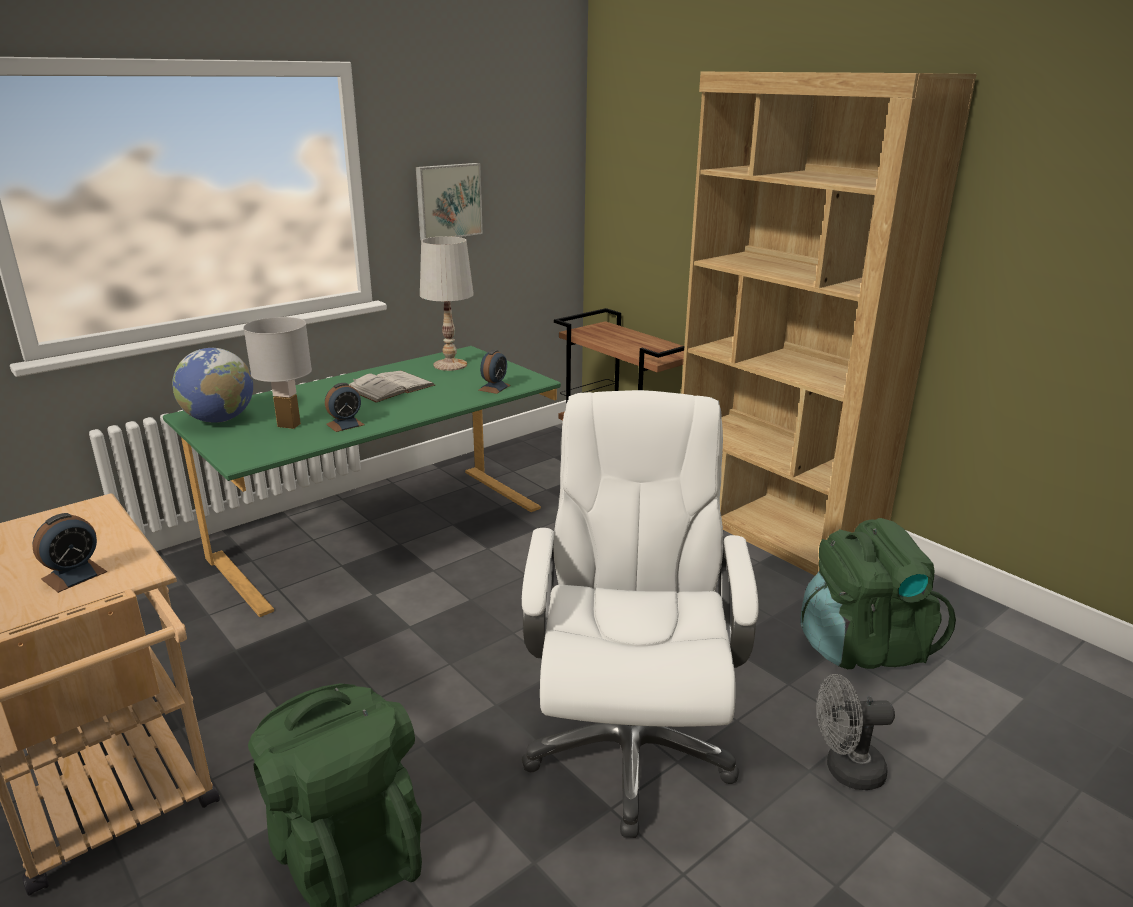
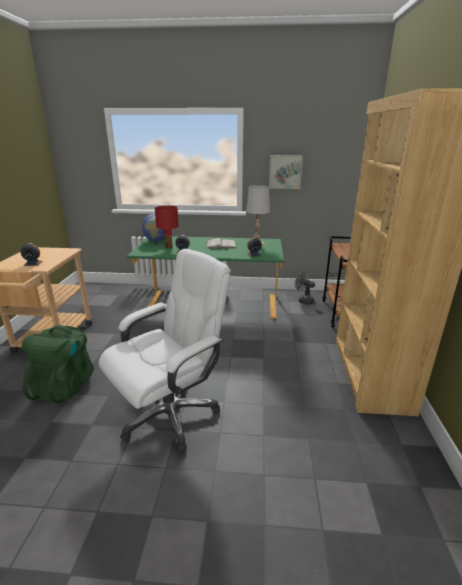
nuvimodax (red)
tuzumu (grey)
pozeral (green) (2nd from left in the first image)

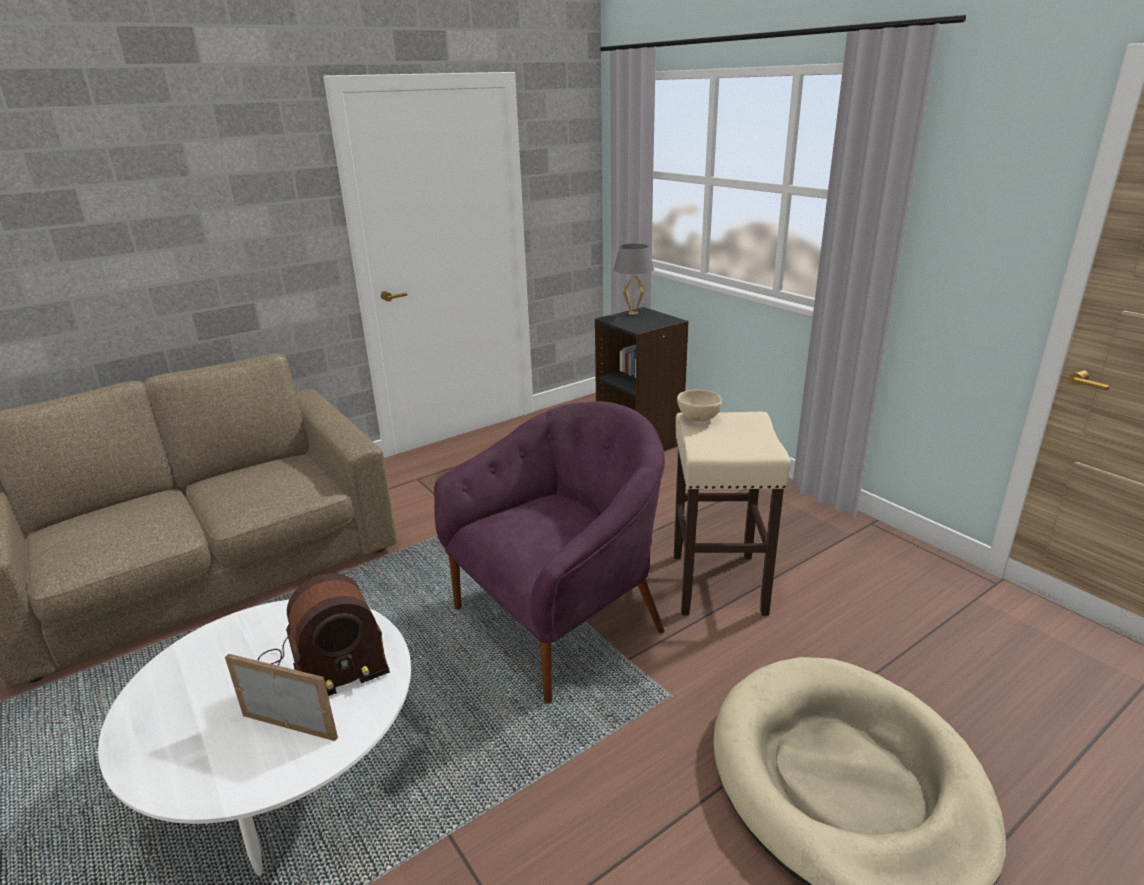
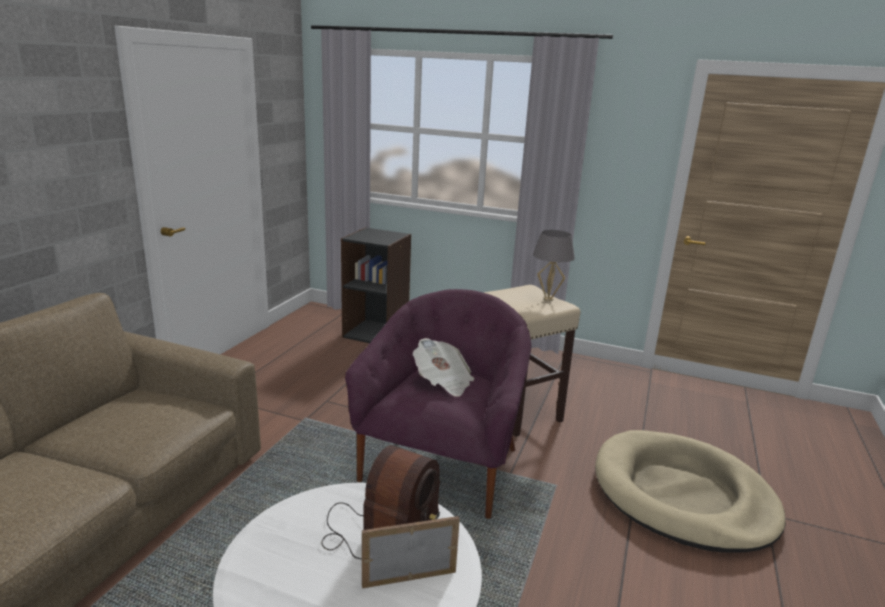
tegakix
nuvimodax (grey)
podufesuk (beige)

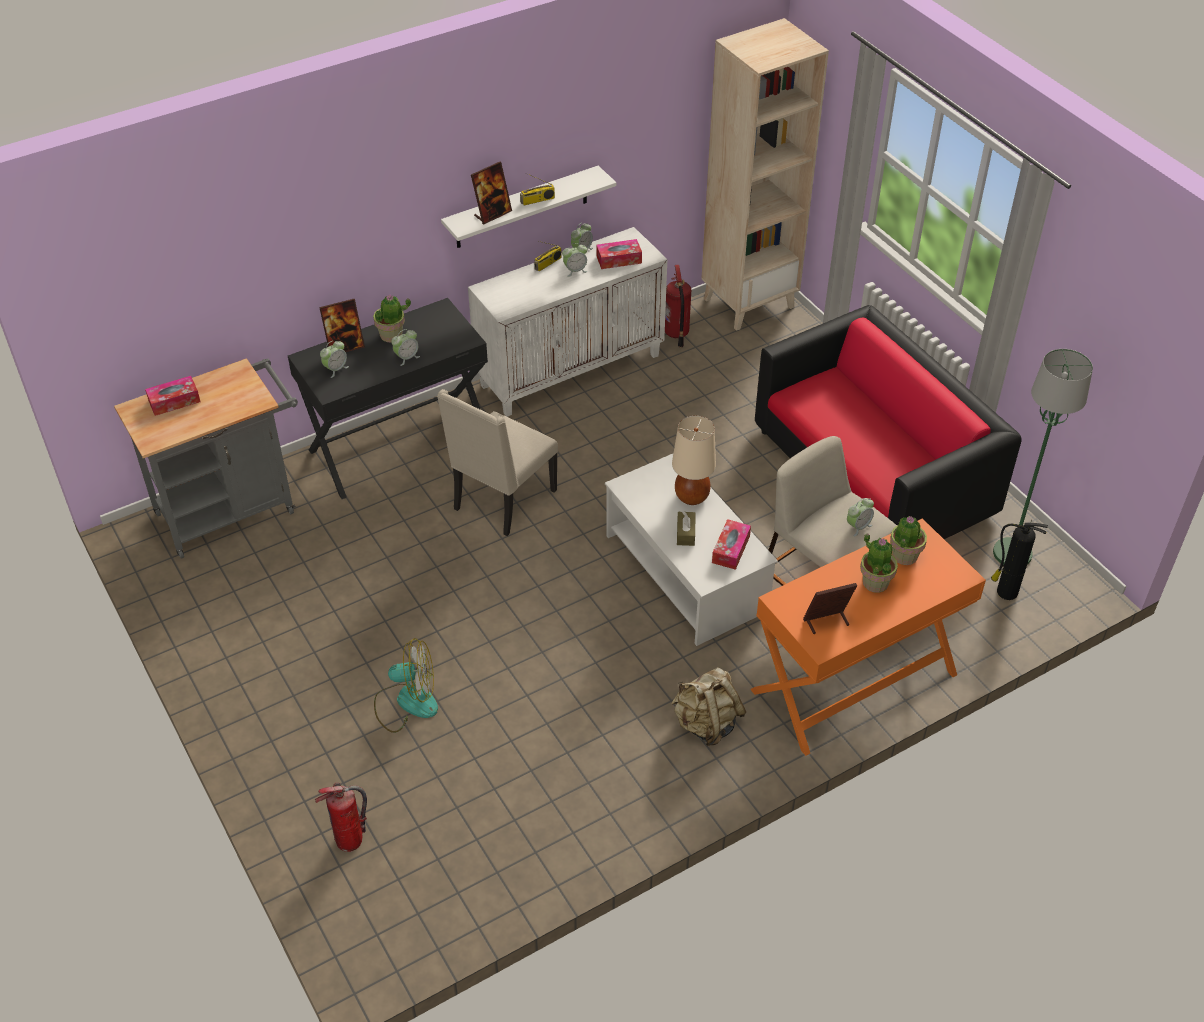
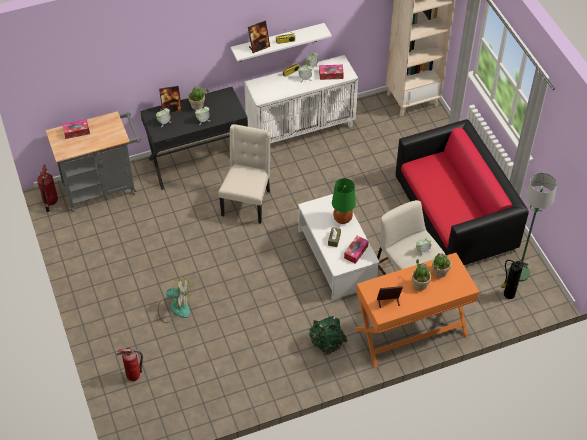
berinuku (1st from left)
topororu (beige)
pozeral (green)
nuvimodax (green)

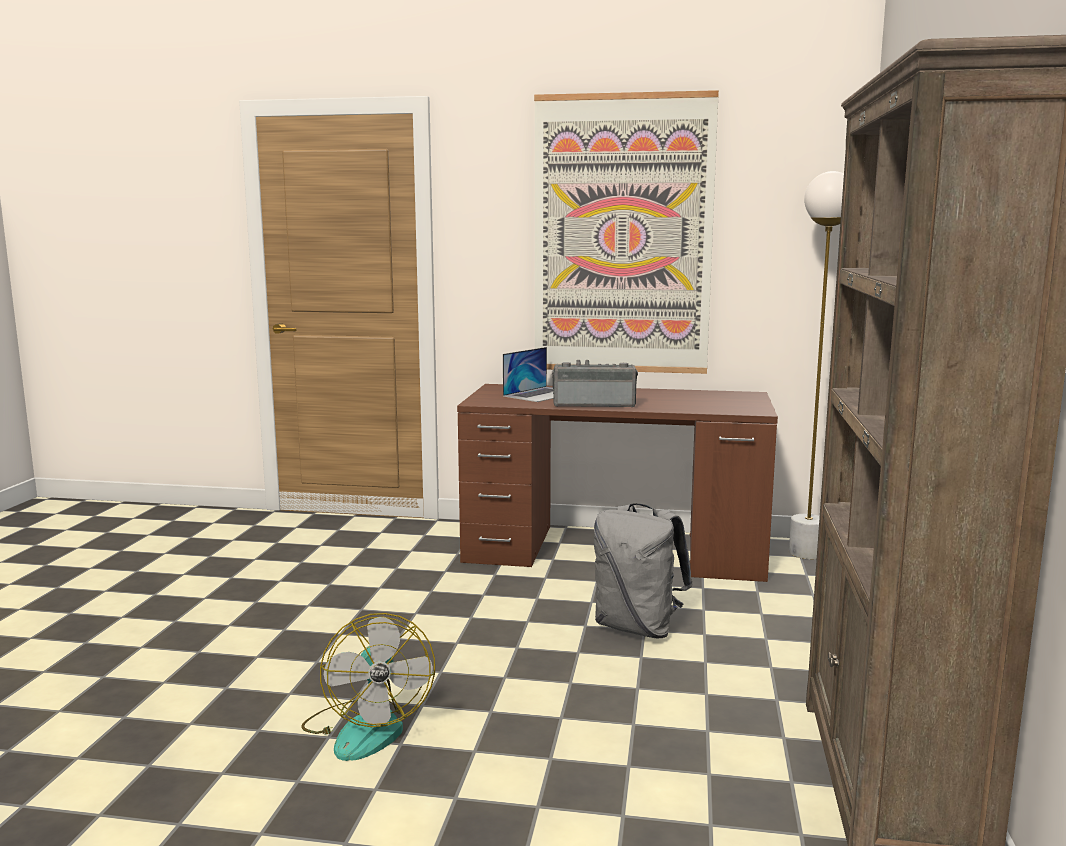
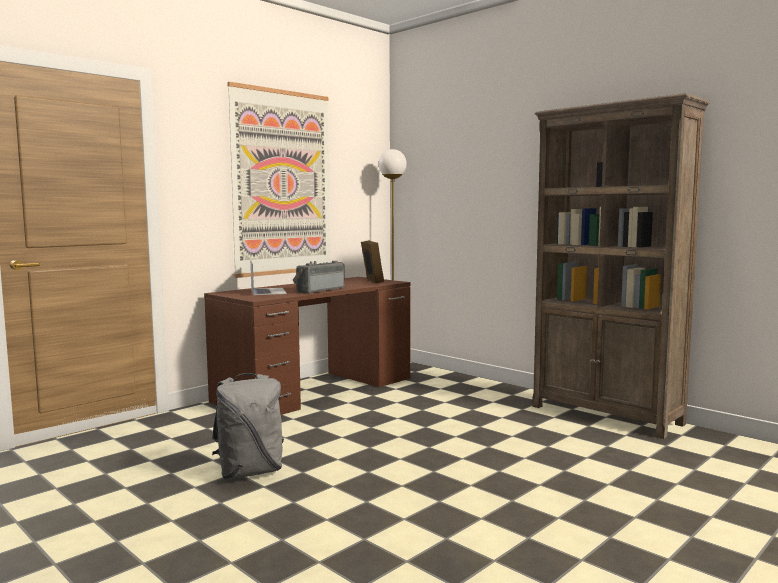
pozeral (grey)
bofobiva
tuzumu

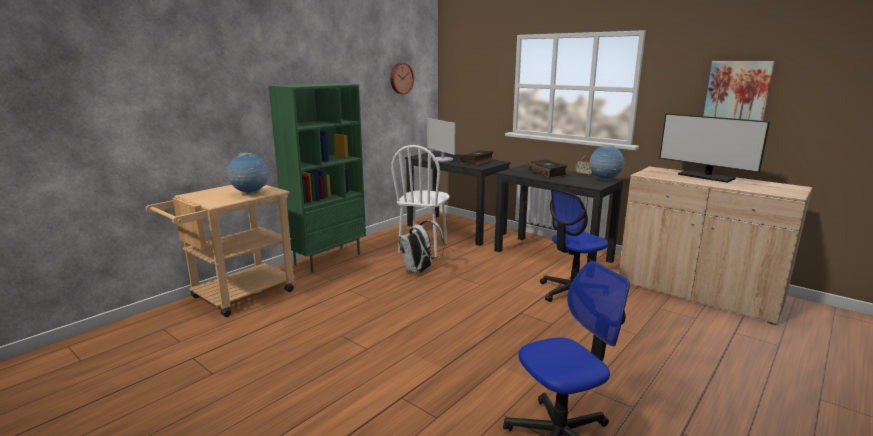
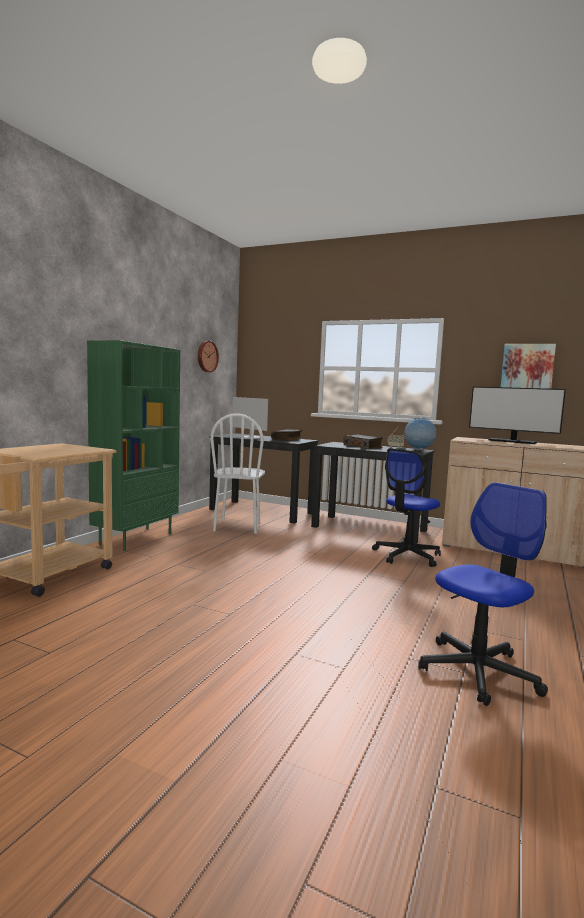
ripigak (1st from left in the first image)
pozeral (white)

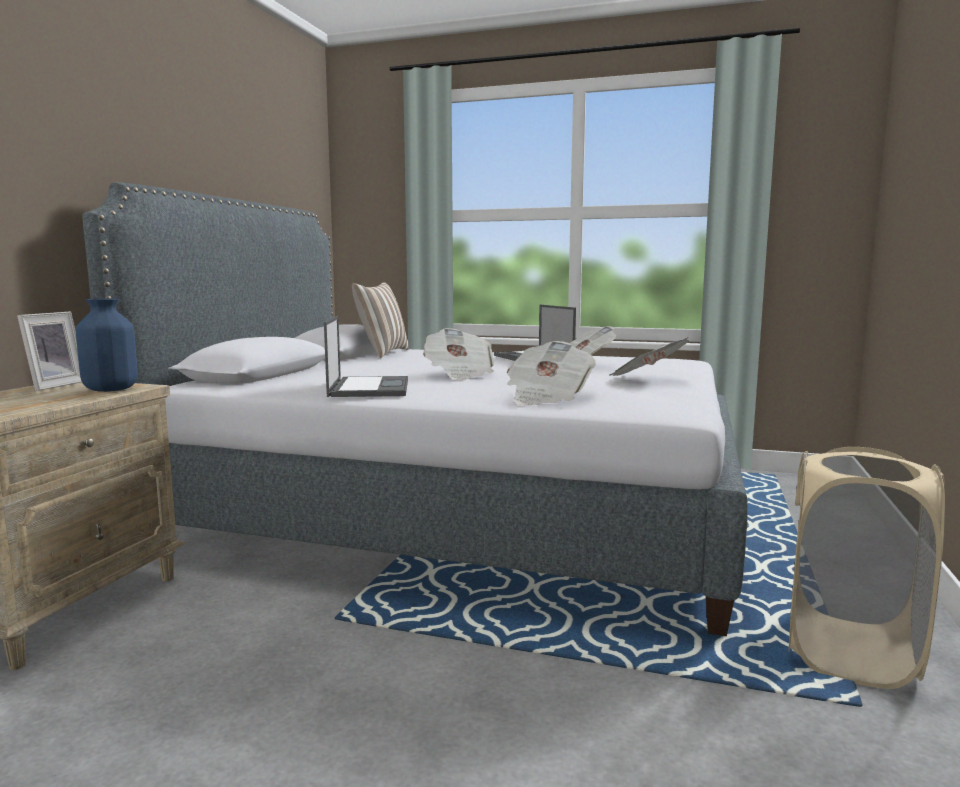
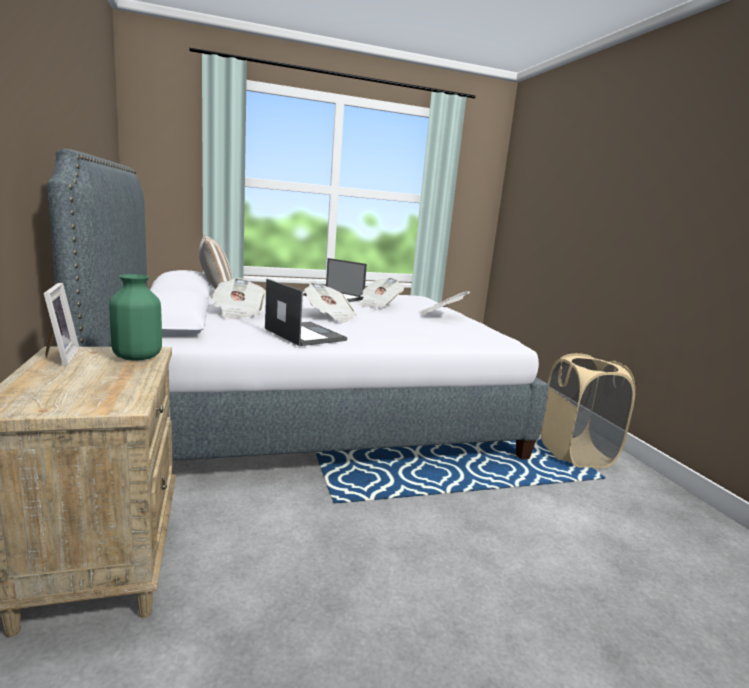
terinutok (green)
tegakix (1st from left)

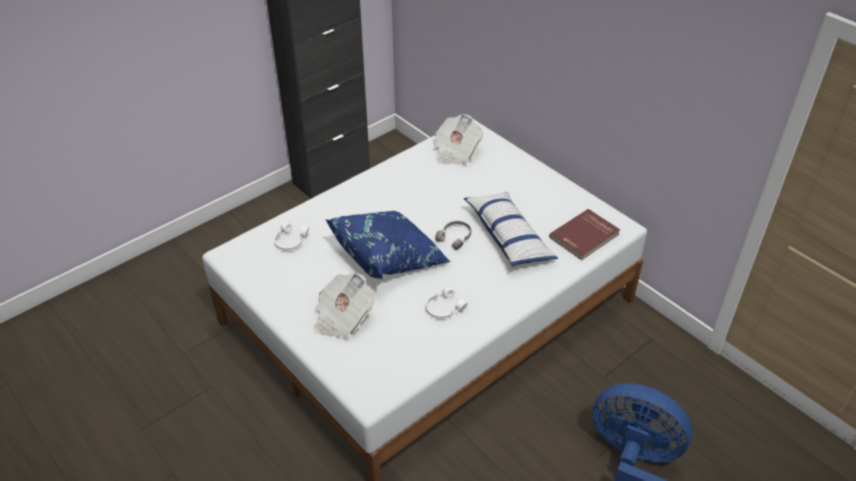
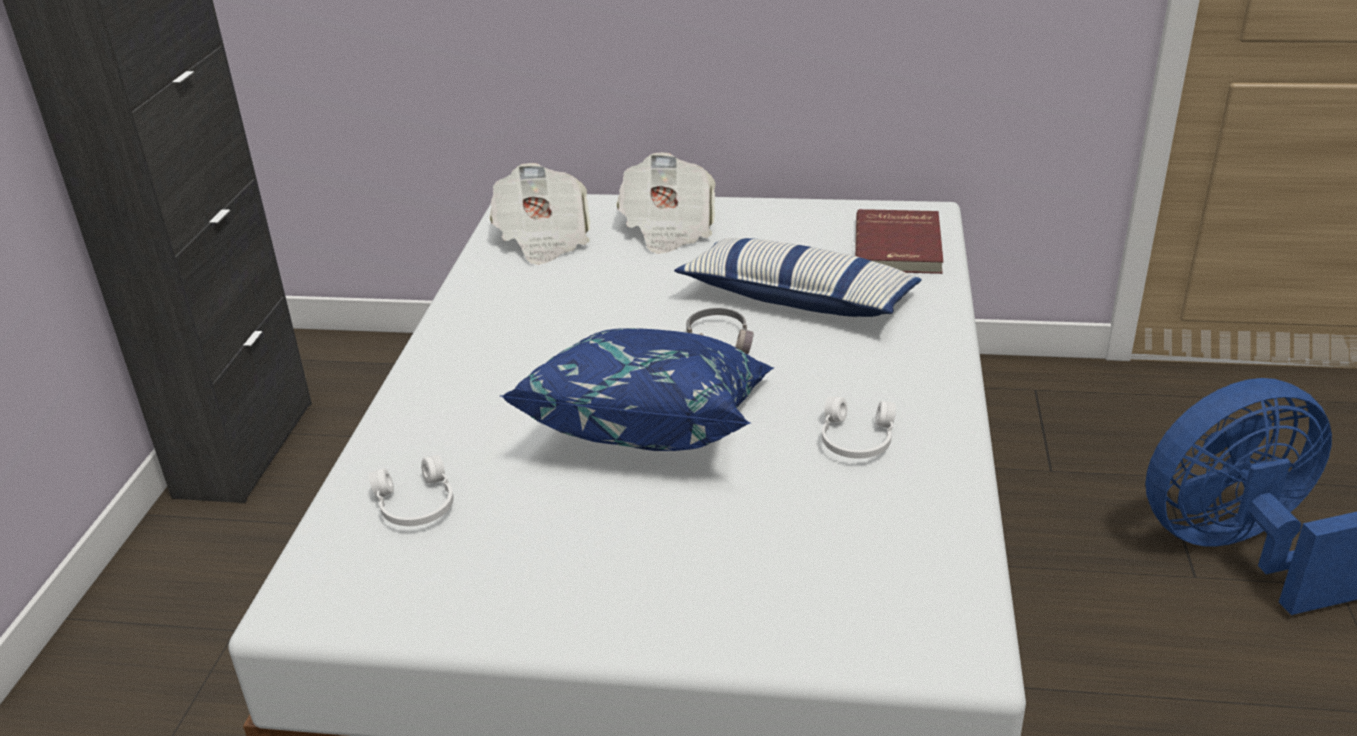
tegakix (2nd from left)

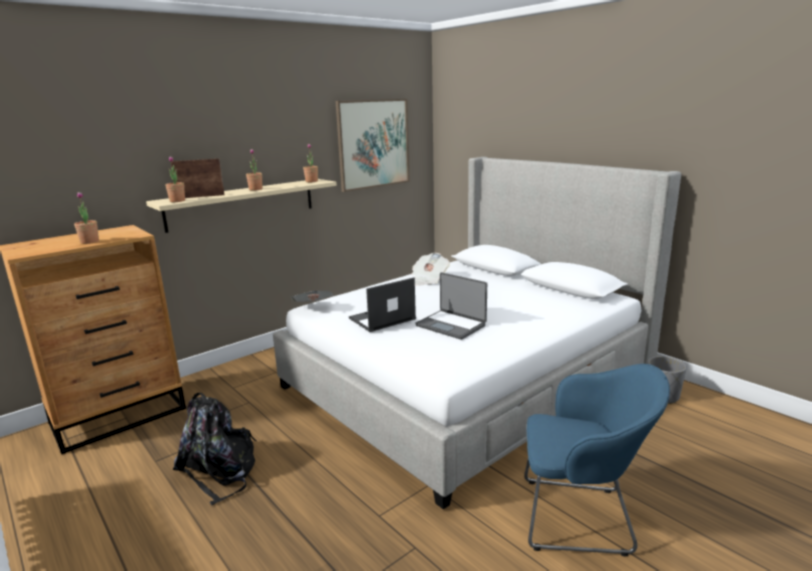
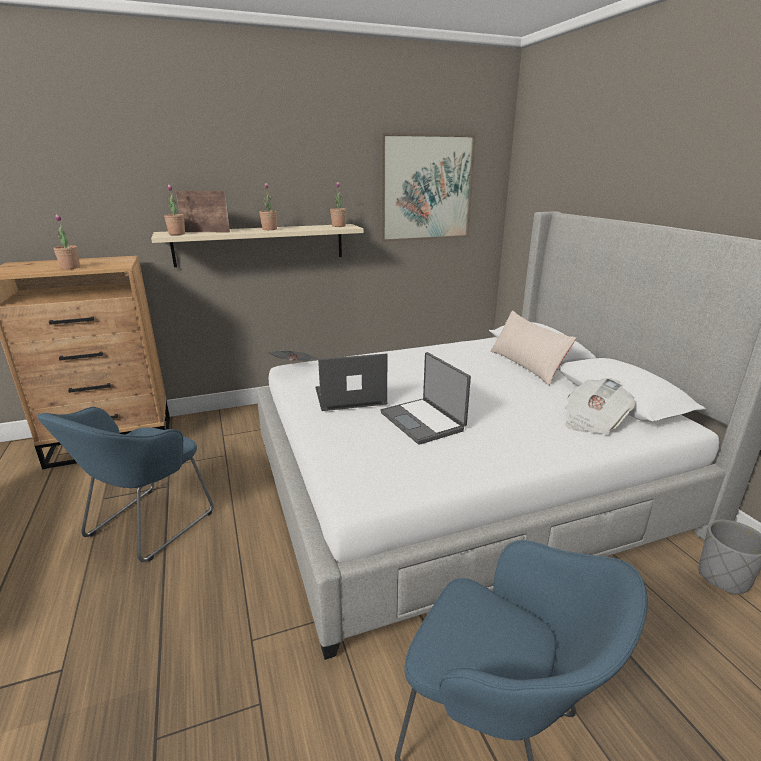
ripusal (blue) (1st from left)
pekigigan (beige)
tegakix (2nd from left)

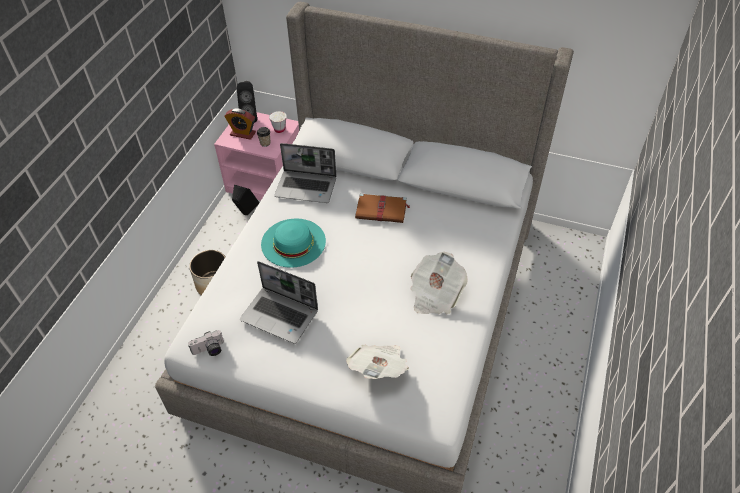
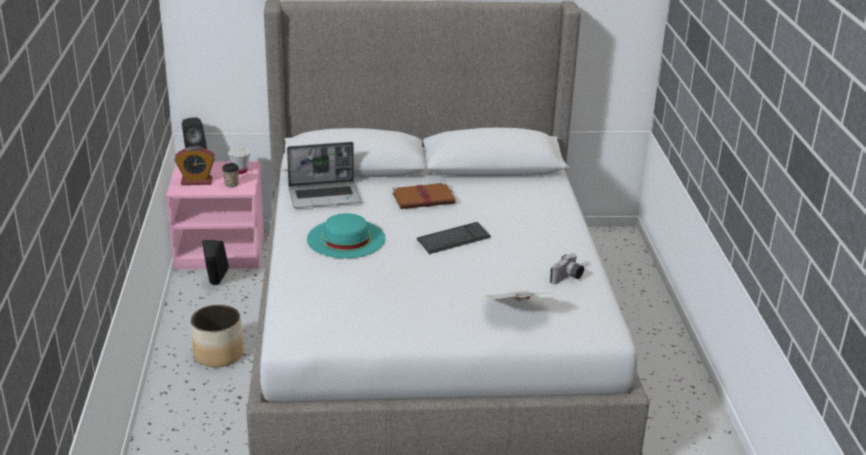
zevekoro
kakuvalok
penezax (1st from left in the first image)
tegakix (2nd from left in the first image)

